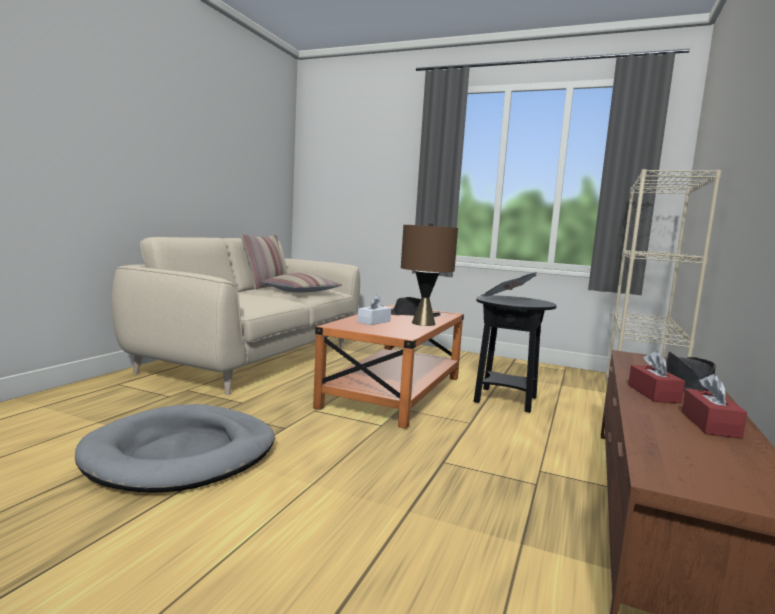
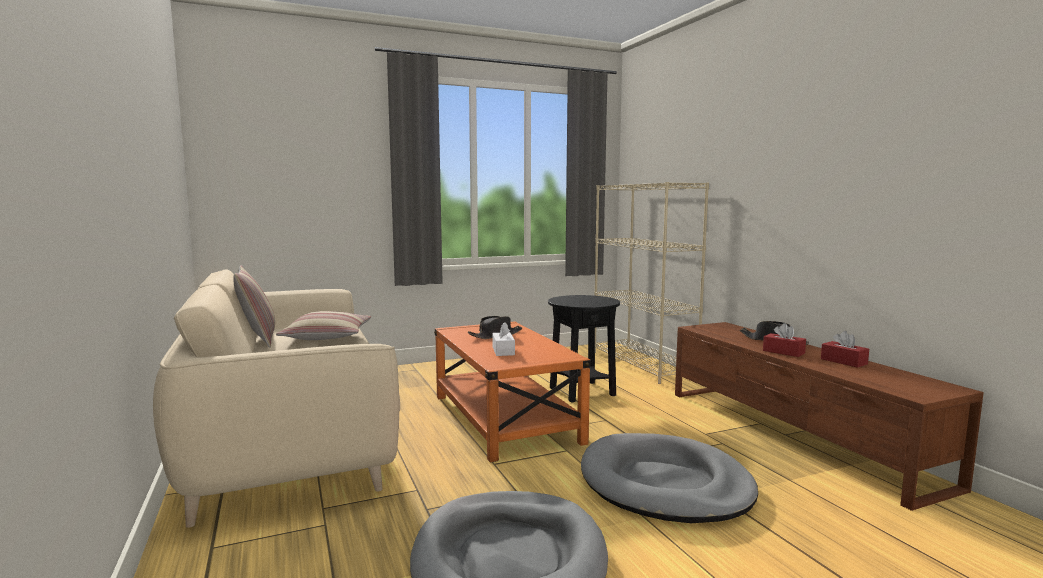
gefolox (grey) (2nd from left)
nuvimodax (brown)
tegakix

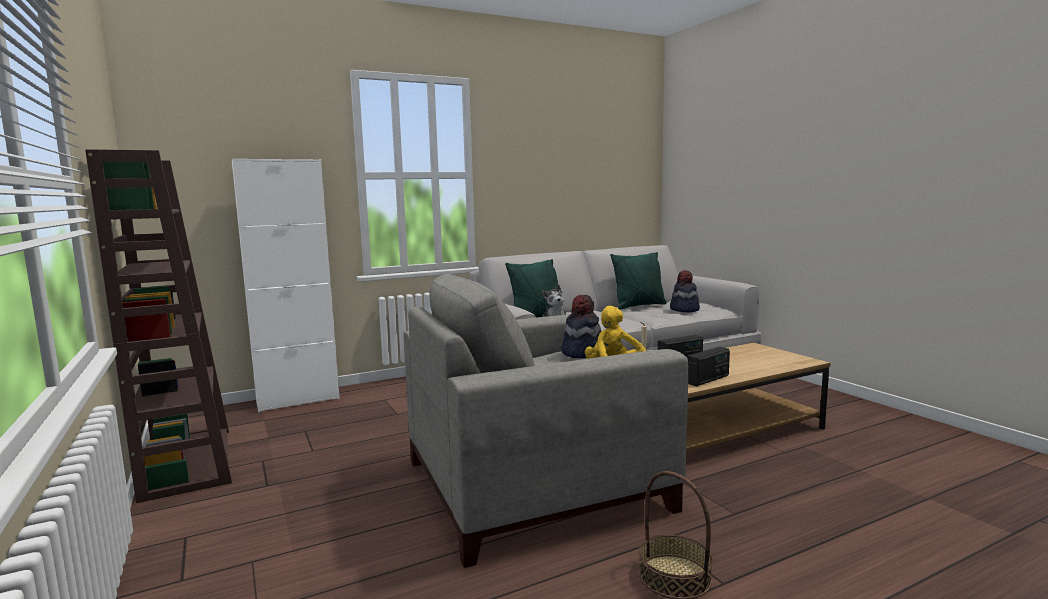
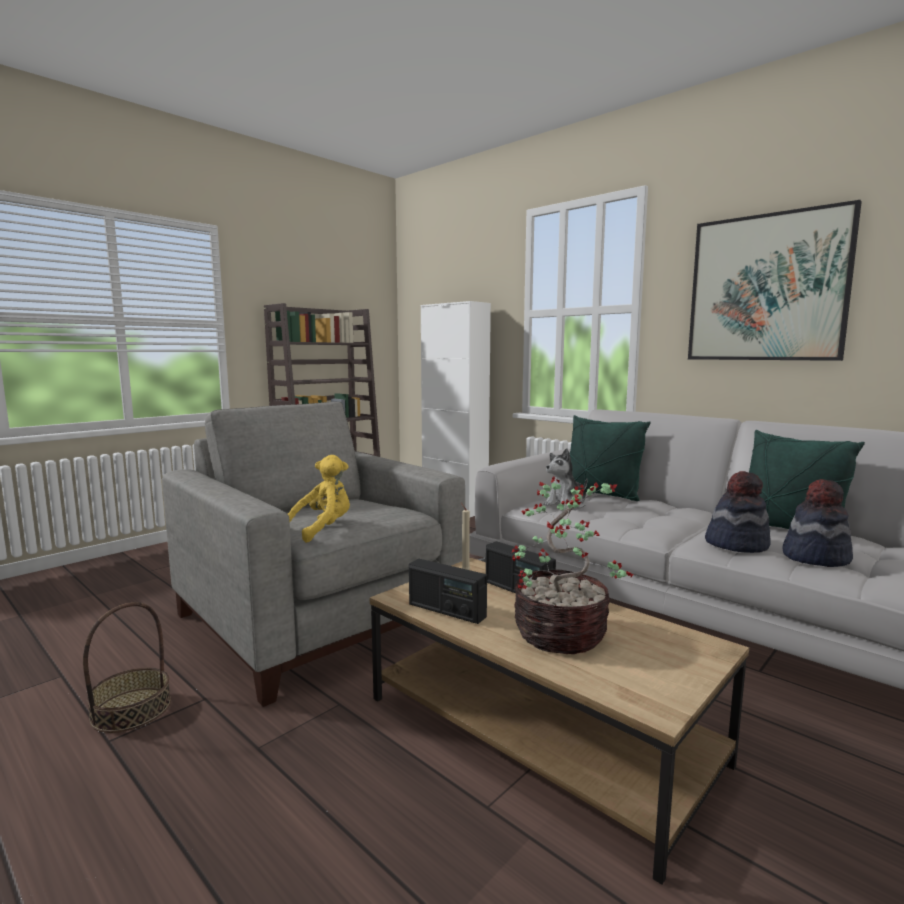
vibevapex
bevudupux
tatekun (1st from left)

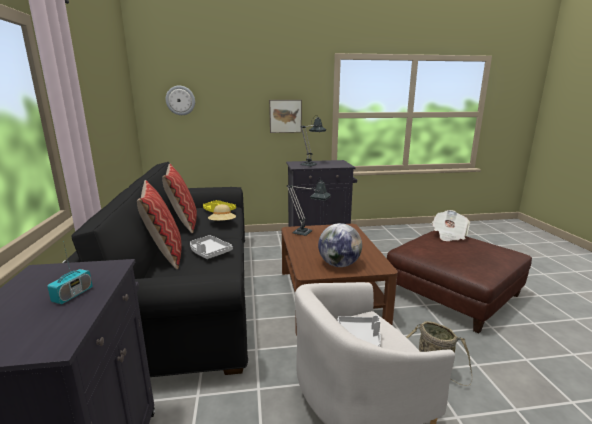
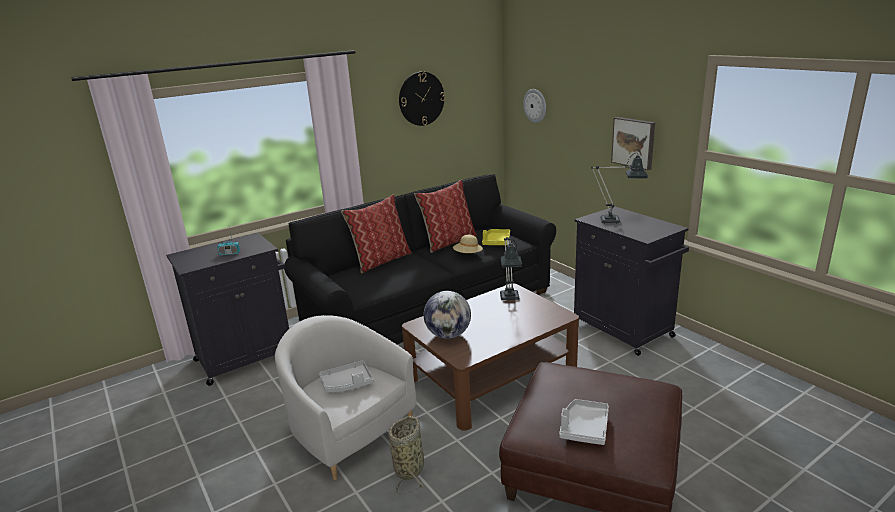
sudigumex (1st from left)
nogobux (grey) (2nd from left)
tegakix

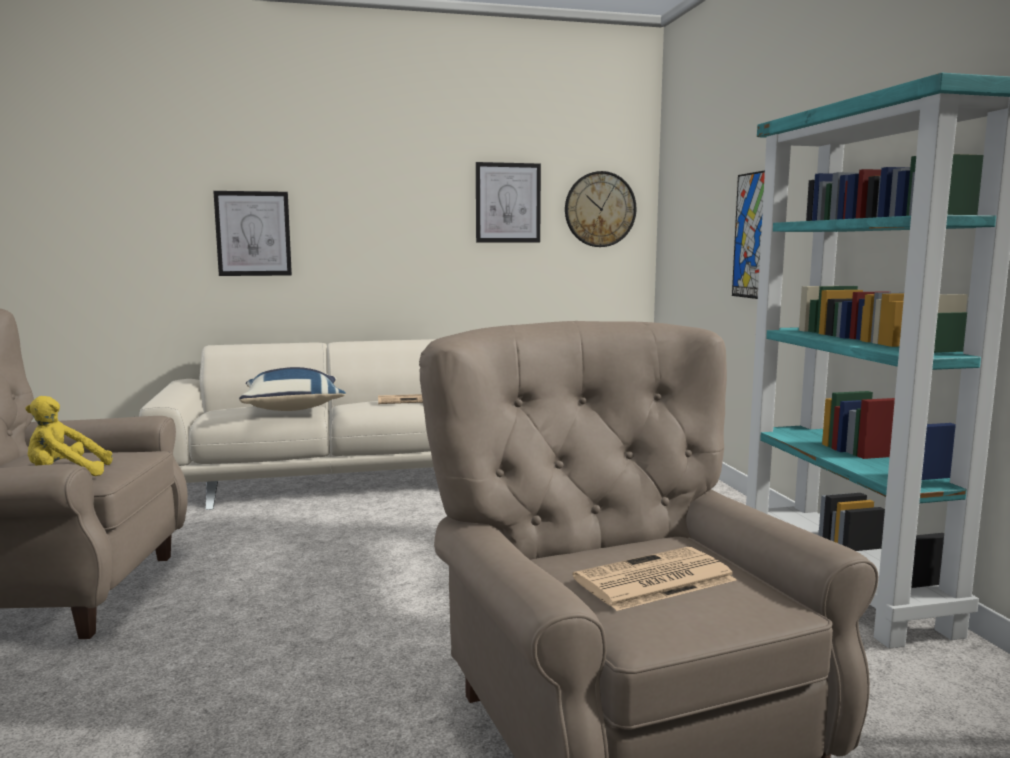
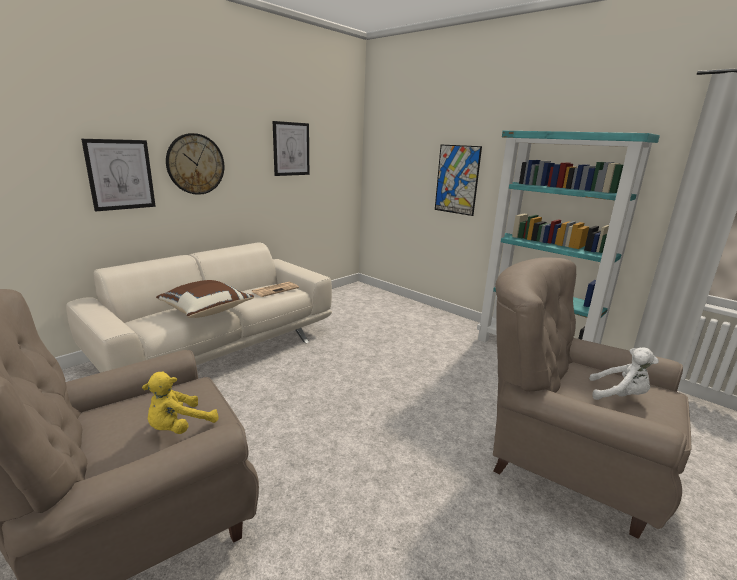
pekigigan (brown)
sudigumex
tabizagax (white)

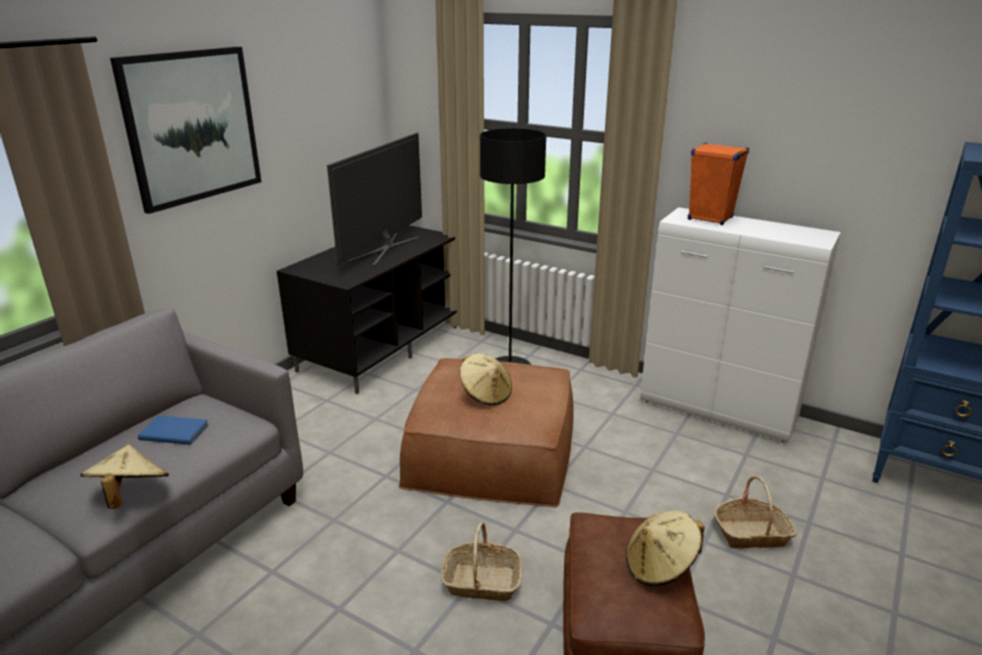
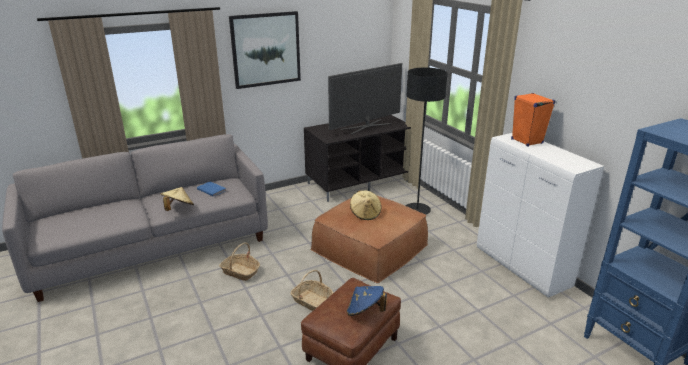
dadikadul (1st from left)
tatekun (blue)

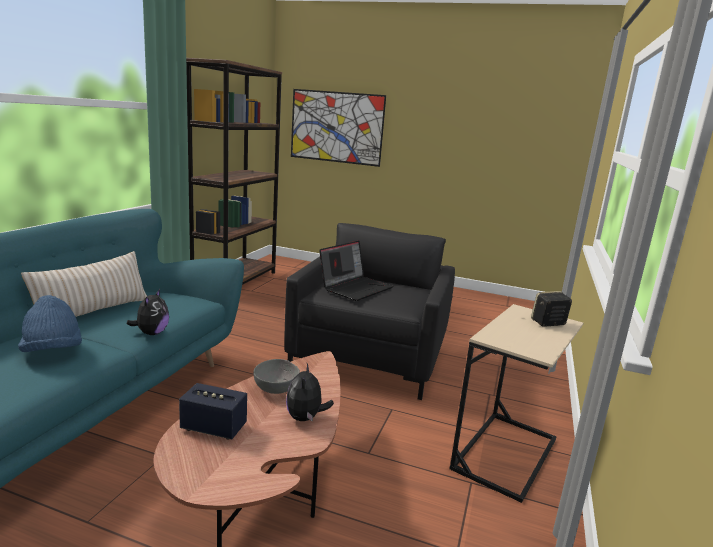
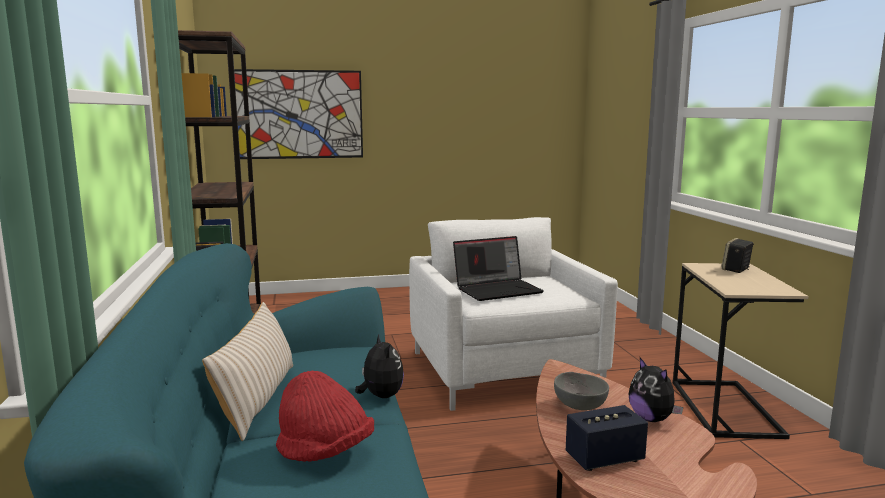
tatekun (red)
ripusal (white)
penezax

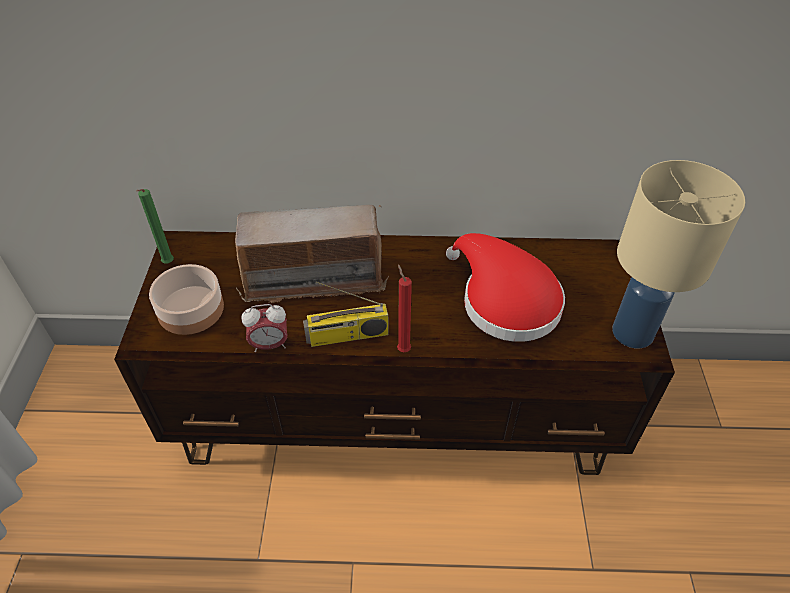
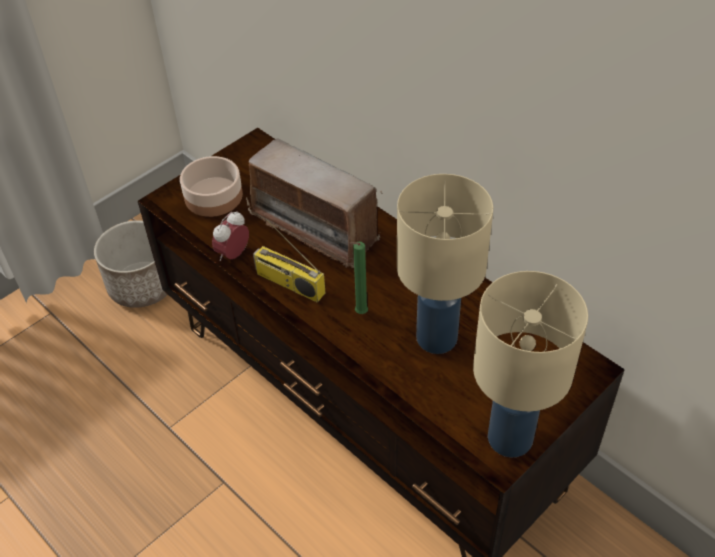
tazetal
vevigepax
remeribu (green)
nuvimodax (beige) (1st from left)
remeribu (red)

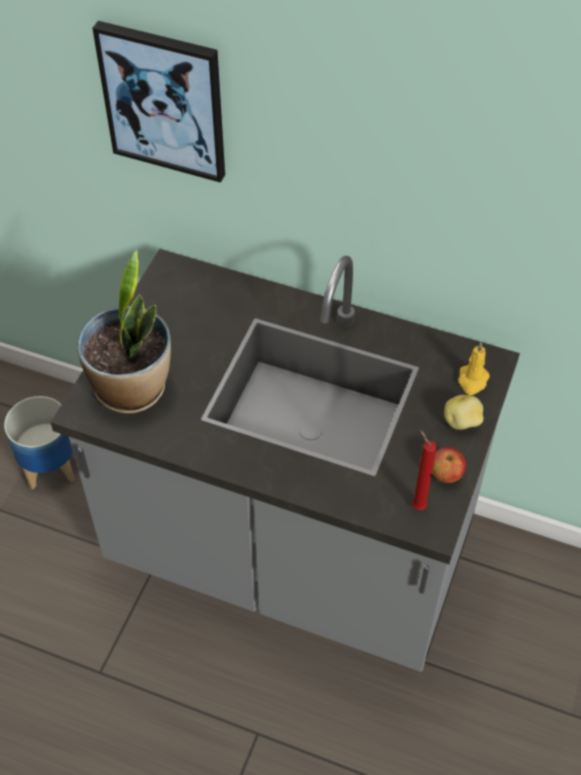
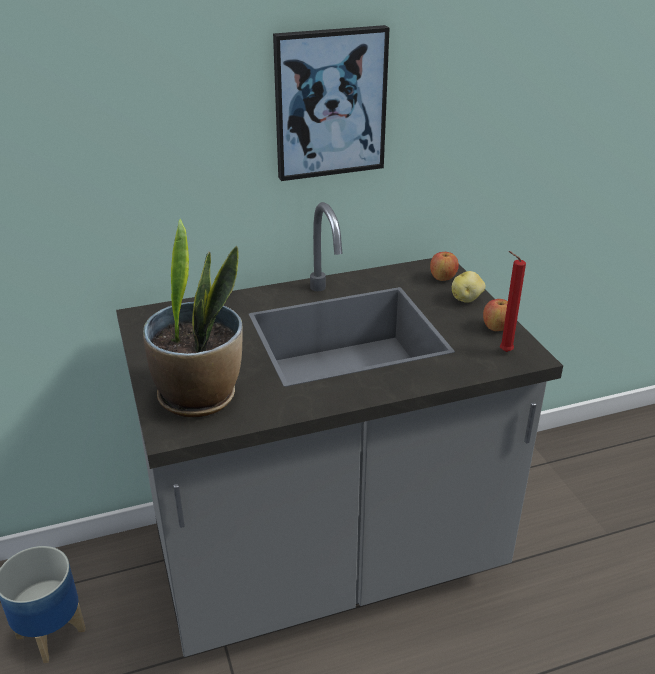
bevudupux
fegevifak (1st from left)

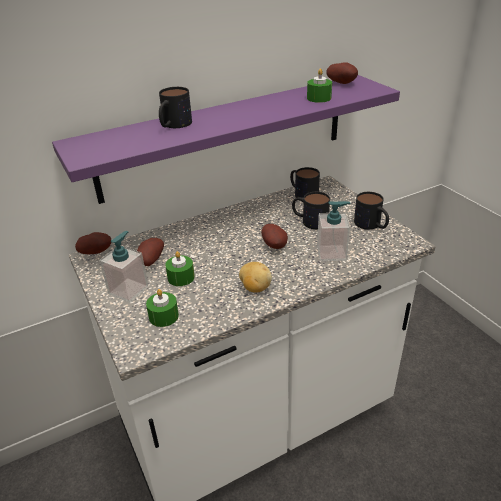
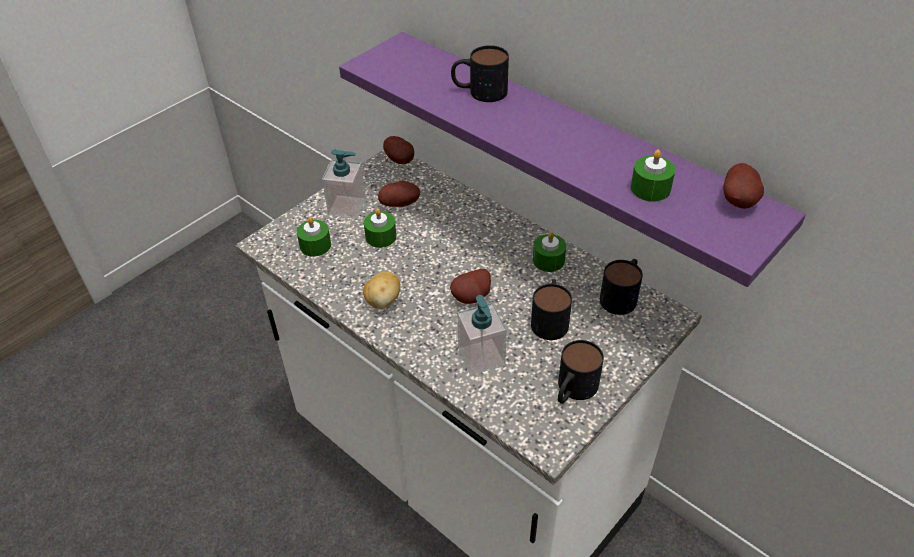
remeribu (green) (3rd from left)

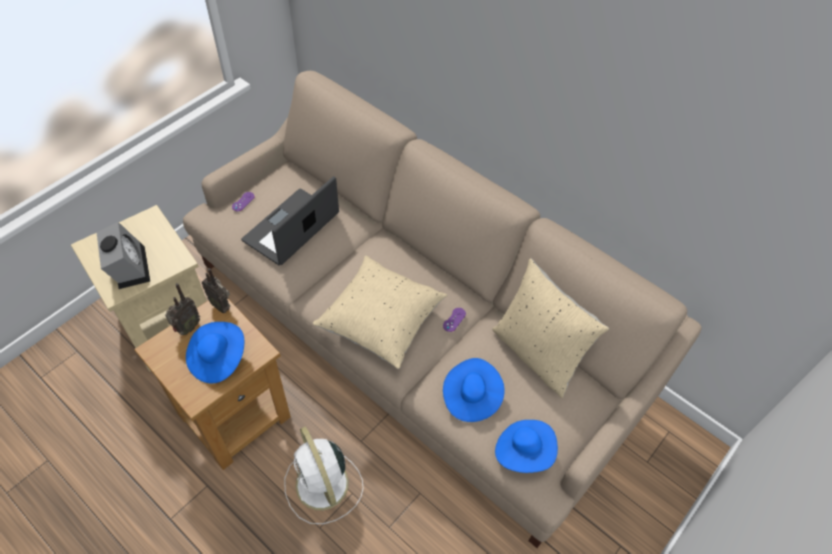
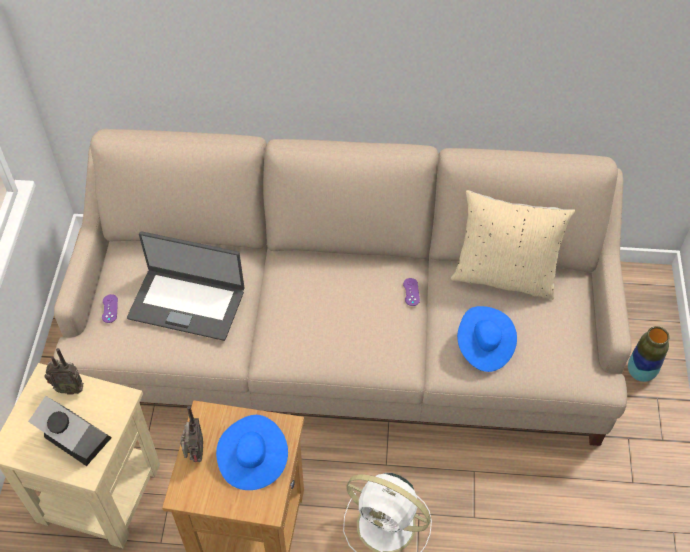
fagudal (1st from left)
penezax
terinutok
pekigigan (beige) (1st from left in the first image)
tatekun (blue) (3rd from left in the first image)

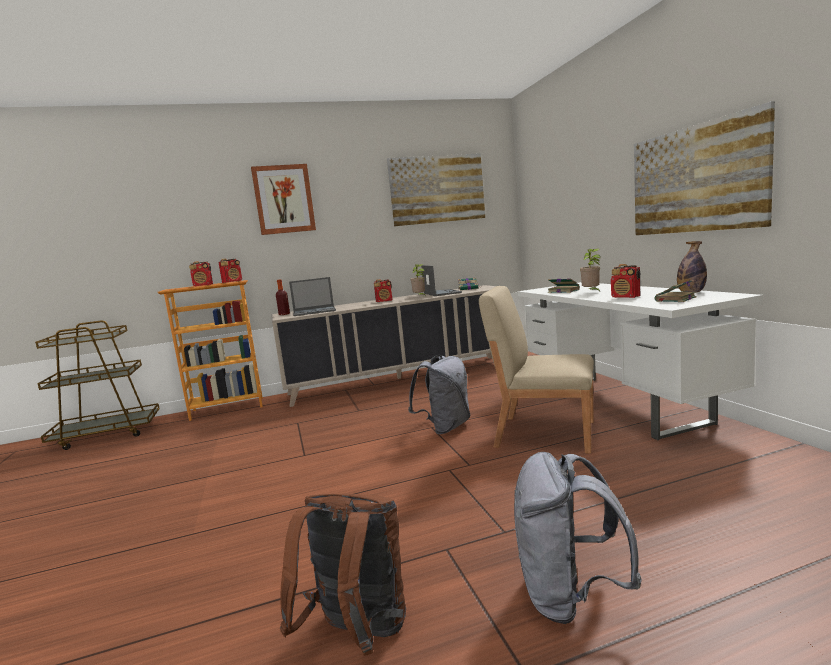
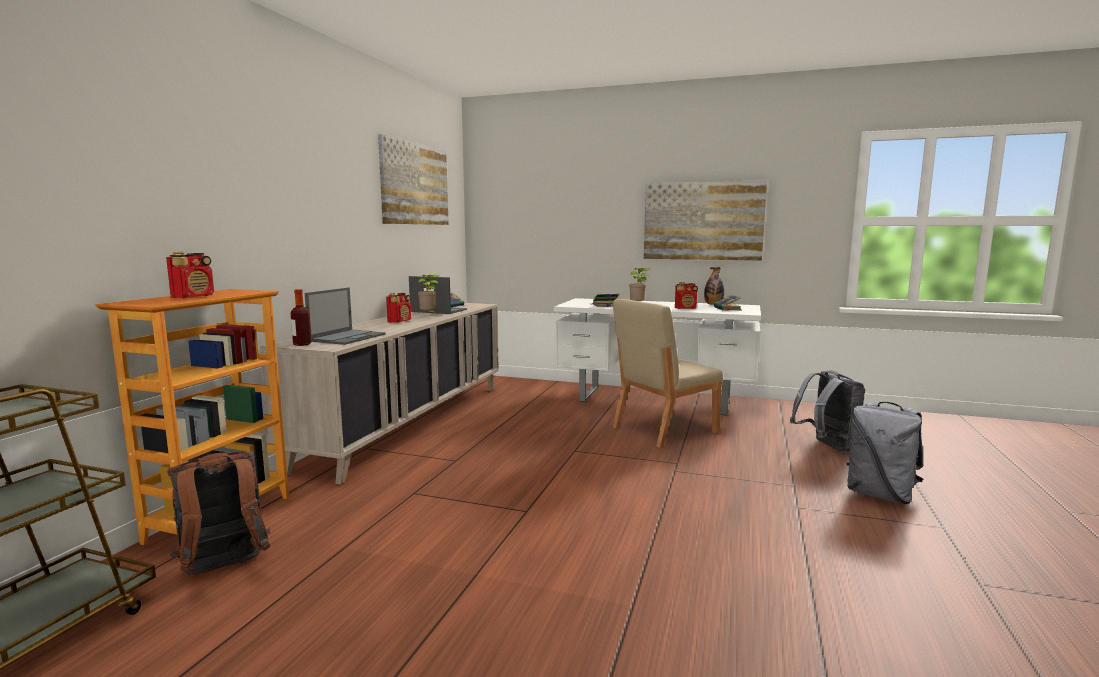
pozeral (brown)
pozeral (grey) (1st from left)
fagudal (2nd from left in the first image)
bevudupux (1st from left in the first image)

